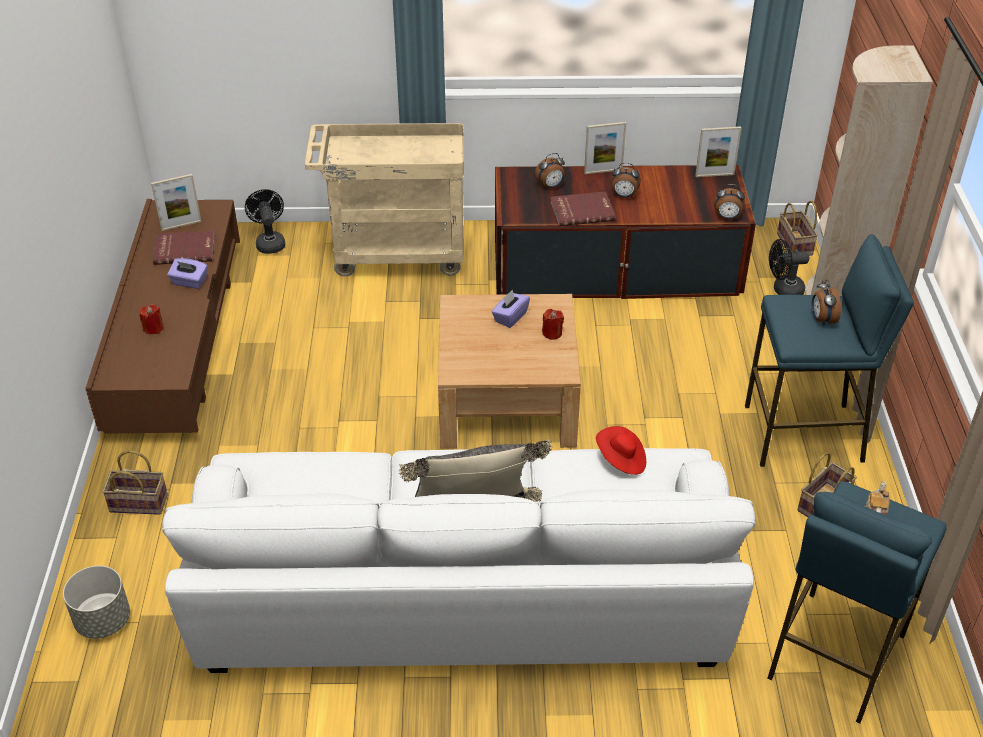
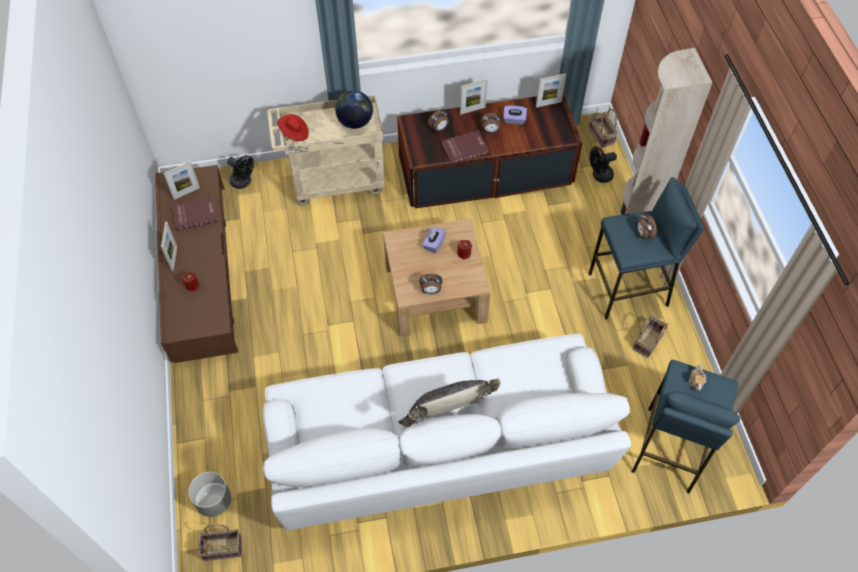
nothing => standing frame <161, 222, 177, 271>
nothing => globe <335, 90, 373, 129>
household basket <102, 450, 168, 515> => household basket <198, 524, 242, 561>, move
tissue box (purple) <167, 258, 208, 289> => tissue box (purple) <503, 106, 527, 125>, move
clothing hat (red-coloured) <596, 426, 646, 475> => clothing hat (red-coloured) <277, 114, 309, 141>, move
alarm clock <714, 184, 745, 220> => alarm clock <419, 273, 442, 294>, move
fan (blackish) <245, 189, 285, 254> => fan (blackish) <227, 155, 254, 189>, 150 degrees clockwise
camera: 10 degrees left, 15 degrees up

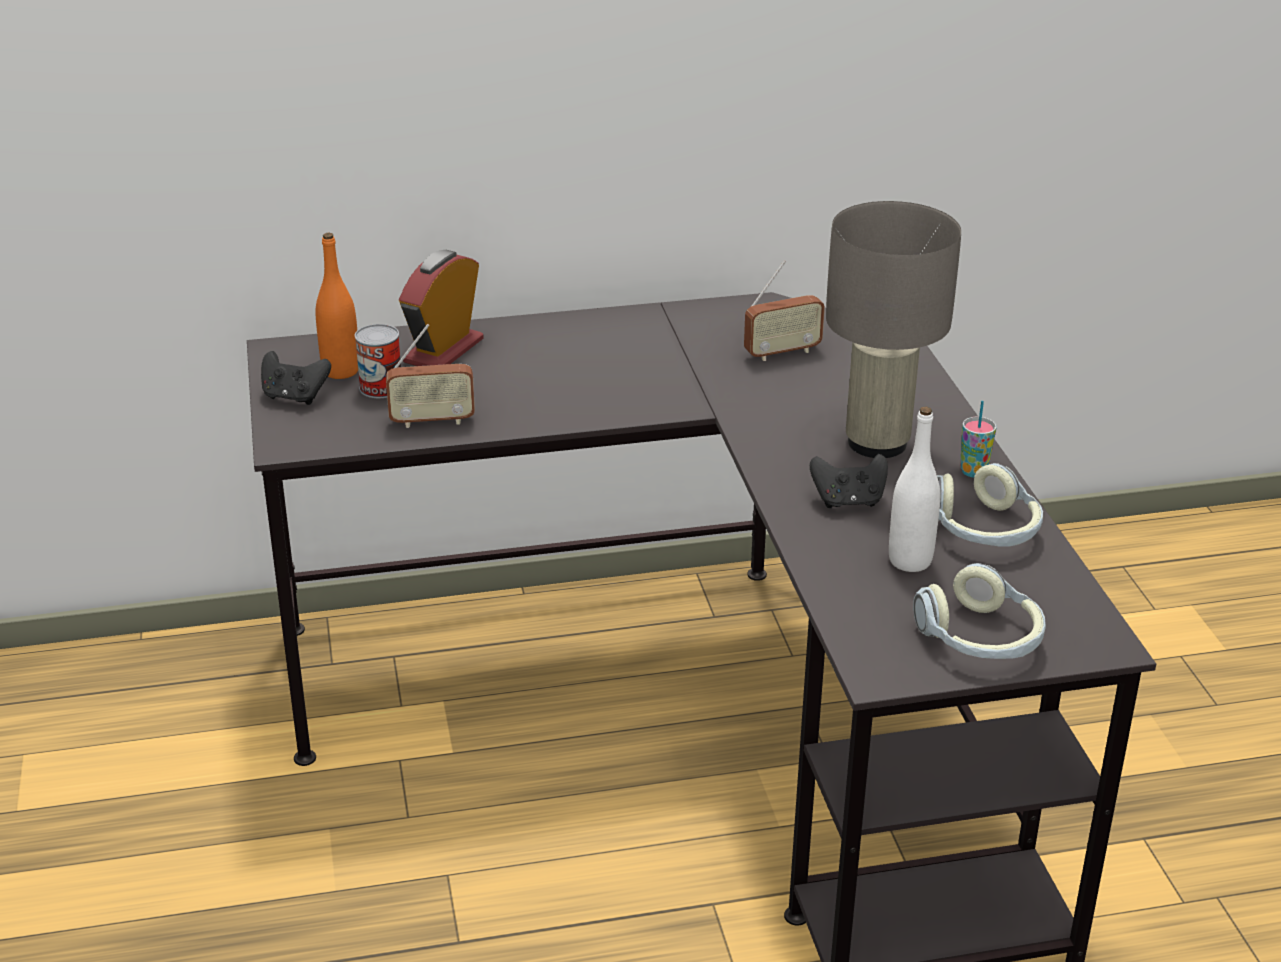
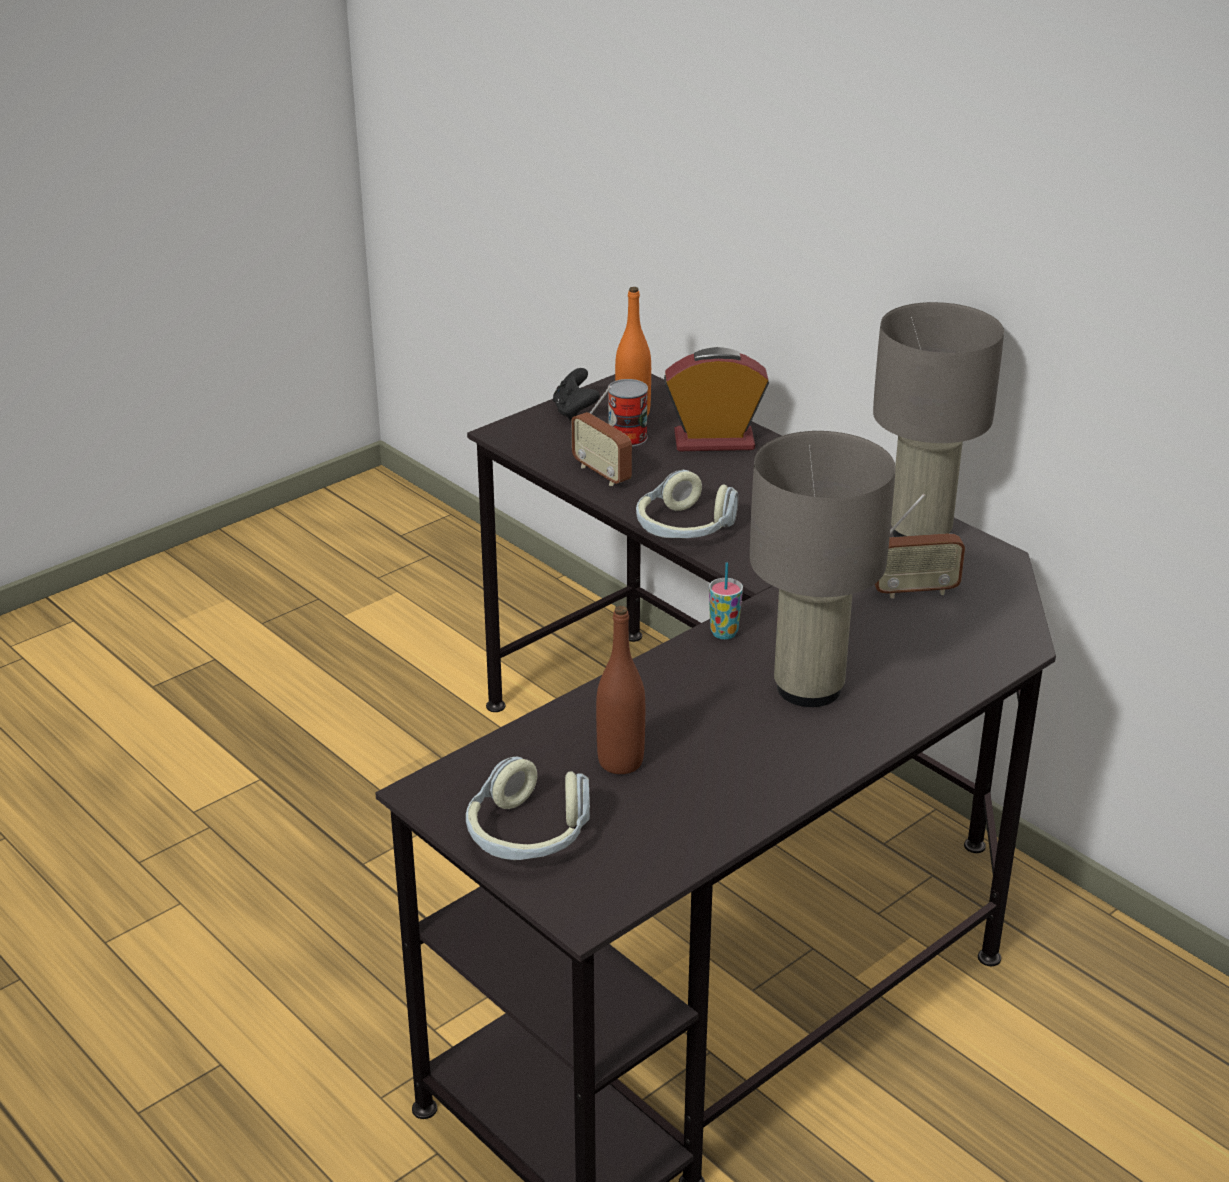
game controller (blackish) <810, 454, 888, 508> => nothing
nothing => table lamp (greyish) <873, 302, 1004, 537>
pair of headphones <937, 463, 1043, 547> => pair of headphones <636, 470, 738, 538>, move
small cup <960, 401, 997, 478> => small cup <709, 562, 743, 639>, move
bottle (white) <889, 407, 940, 572> => bottle (brown) <596, 606, 645, 774>
radio set <744, 261, 825, 361> => radio set <875, 494, 965, 599>, 45 degrees counterclockwise
camera: 60 degrees right, 0 degrees up

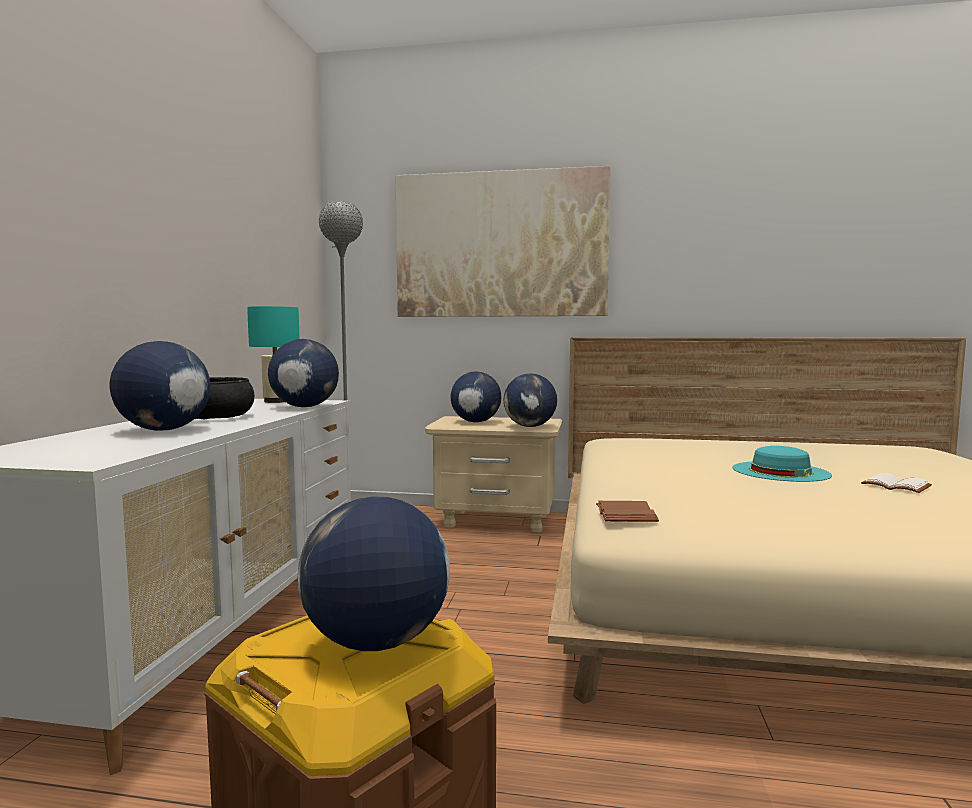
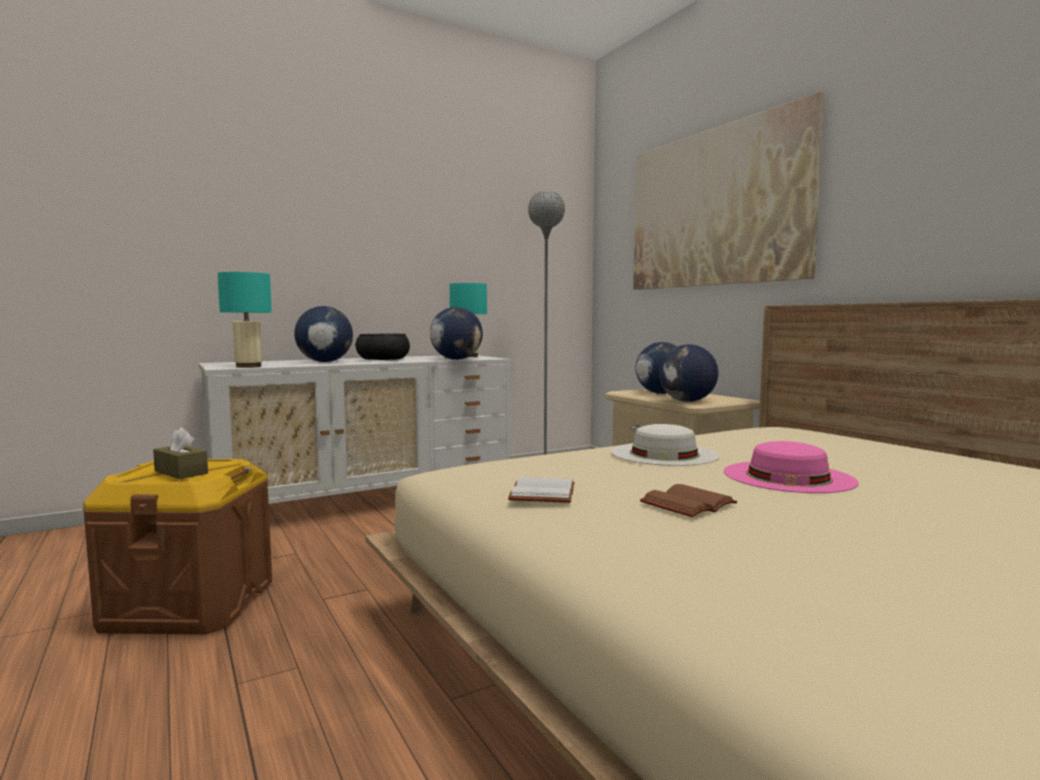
nothing => table lamp (blue-green) <218, 272, 271, 368>
nothing => clothing hat (white) <611, 424, 720, 466>
volume (brown) <596, 501, 659, 522> => volume (brown) <640, 484, 737, 517>, move
volume (white) <861, 473, 932, 493> => volume (white) <508, 477, 575, 503>, move
globe <298, 496, 450, 651> => tissue box (brown) <153, 427, 208, 479>
clothing hat (blue-green) <732, 446, 832, 482> => clothing hat (pink) <724, 441, 859, 493>
camera: 50 degrees right, 0 degrees up

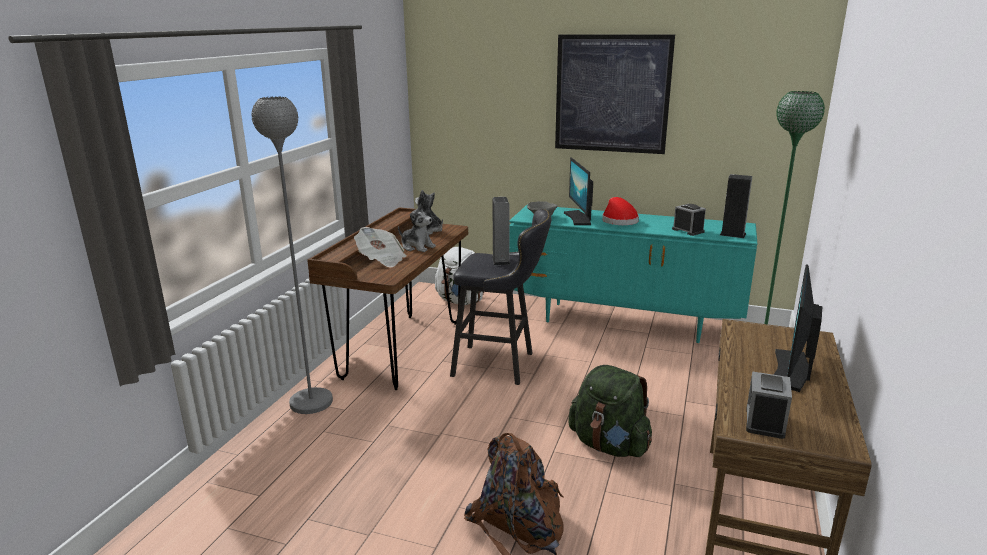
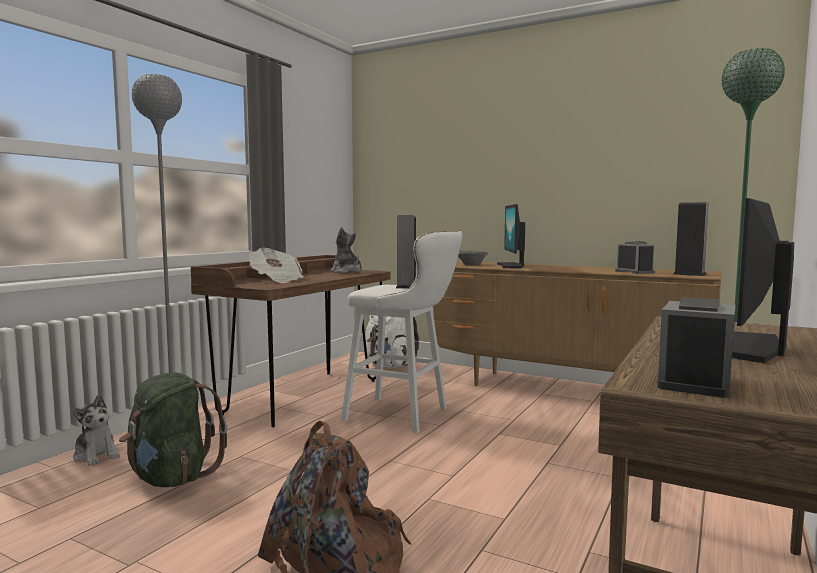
wall picture <555, 35, 675, 154> => nothing
clothing hat (red-coloured) <602, 197, 639, 225> => nothing
soft toy <398, 203, 436, 252> => soft toy <73, 395, 120, 466>, move
rucksack (green-coloured) <568, 365, 652, 457> => rucksack (green-coloured) <119, 373, 228, 487>, move
stool seat (blackish) <450, 209, 551, 385> => stool seat (white) <341, 230, 462, 433>
chest of drawers (blue-green) <510, 205, 758, 343> => chest of drawers (brown) <434, 262, 721, 386>
camera: 10 degrees right, 15 degrees down

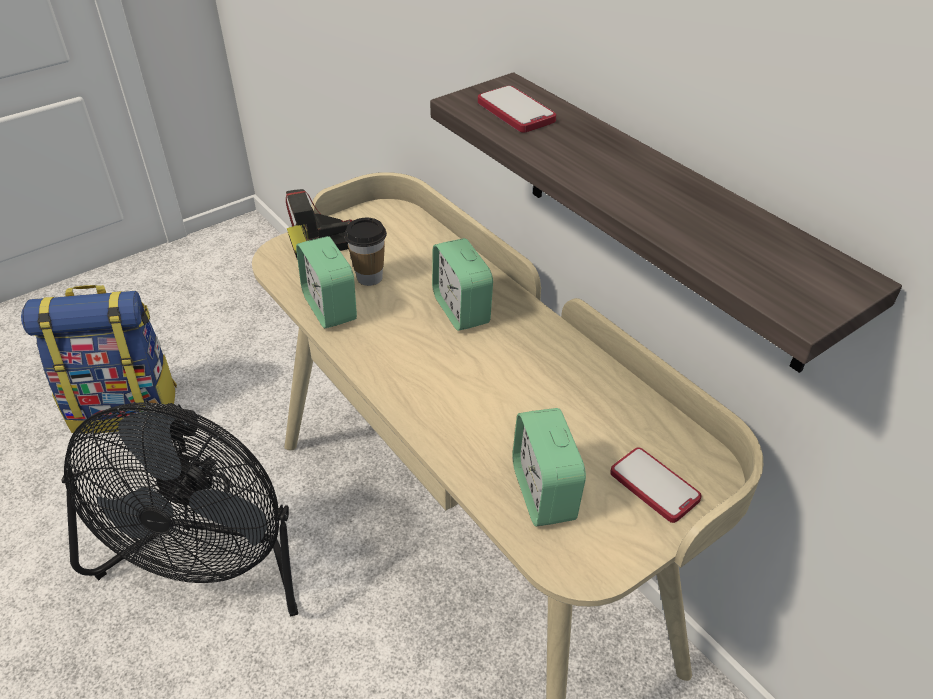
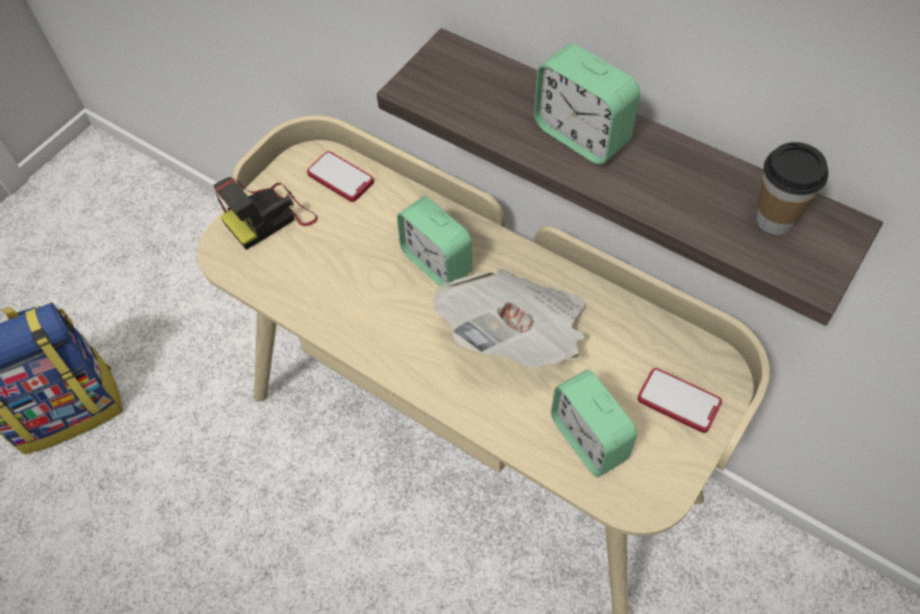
fan (blackish) <62, 399, 298, 617> => nothing
nothing => newspaper <433, 269, 585, 368>
alarm clock <296, 236, 357, 329> => alarm clock <534, 44, 640, 165>, move
small cup <344, 218, 387, 286> => small cup <756, 142, 829, 235>, move
phone <478, 86, 556, 133> => phone <307, 151, 374, 202>, move
camera: 15 degrees left, 15 degrees up

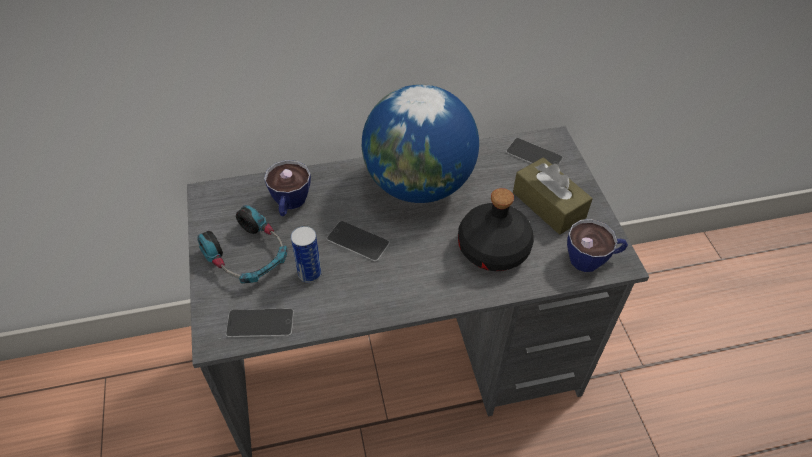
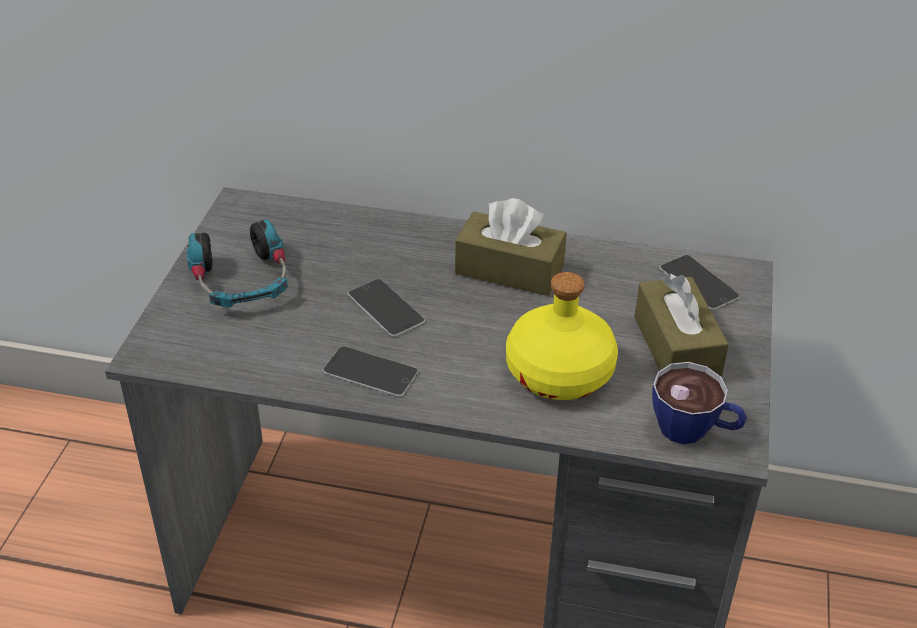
small cup <264, 160, 311, 216> => nothing
metal can <291, 226, 322, 283> => nothing
phone <226, 308, 294, 337> => phone <323, 346, 418, 397>, move
globe <362, 84, 479, 203> => tissue box (brown) <455, 198, 567, 296>
bottle (blackish) <458, 188, 534, 271> => bottle (yellow) <506, 272, 618, 400>
camera: 25 degrees right, 10 degrees down

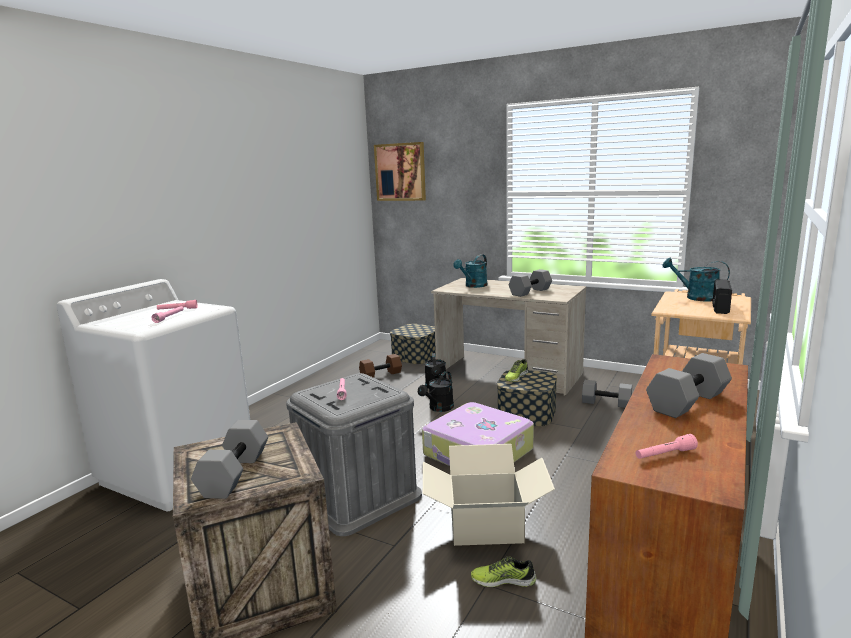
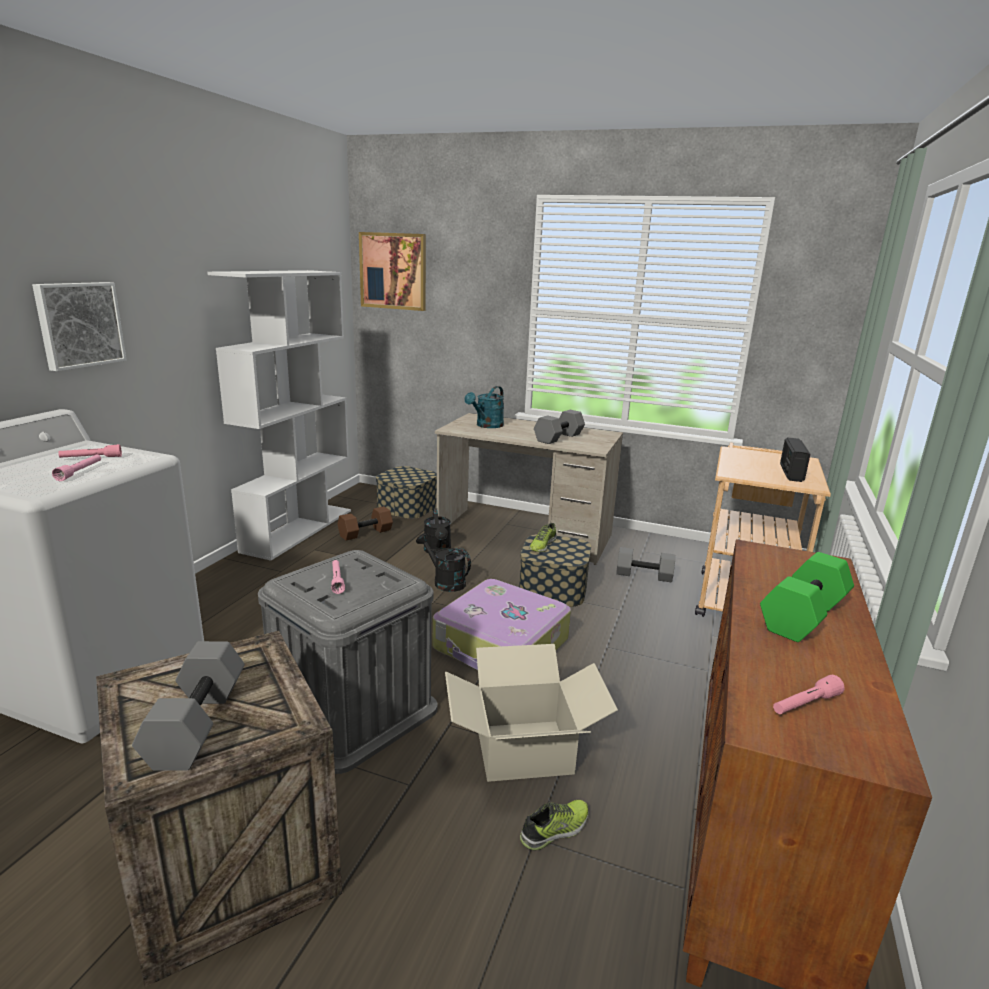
sprinkling can (blue-green) <662, 258, 730, 302> => nothing
nothing => wall picture <32, 282, 127, 371>
nothing => bookshelf (white) <207, 270, 351, 561>
hand weight (greyish) <646, 353, 732, 418> => hand weight (green-coloured) <760, 552, 854, 642>
sprinkling can (blackish) <418, 371, 454, 412> => sprinkling can (blackish) <416, 533, 471, 592>, 105 degrees clockwise
item of footwear <471, 557, 536, 587> => item of footwear <520, 800, 589, 851>, 150 degrees clockwise
camera: 10 degrees left, 5 degrees up

